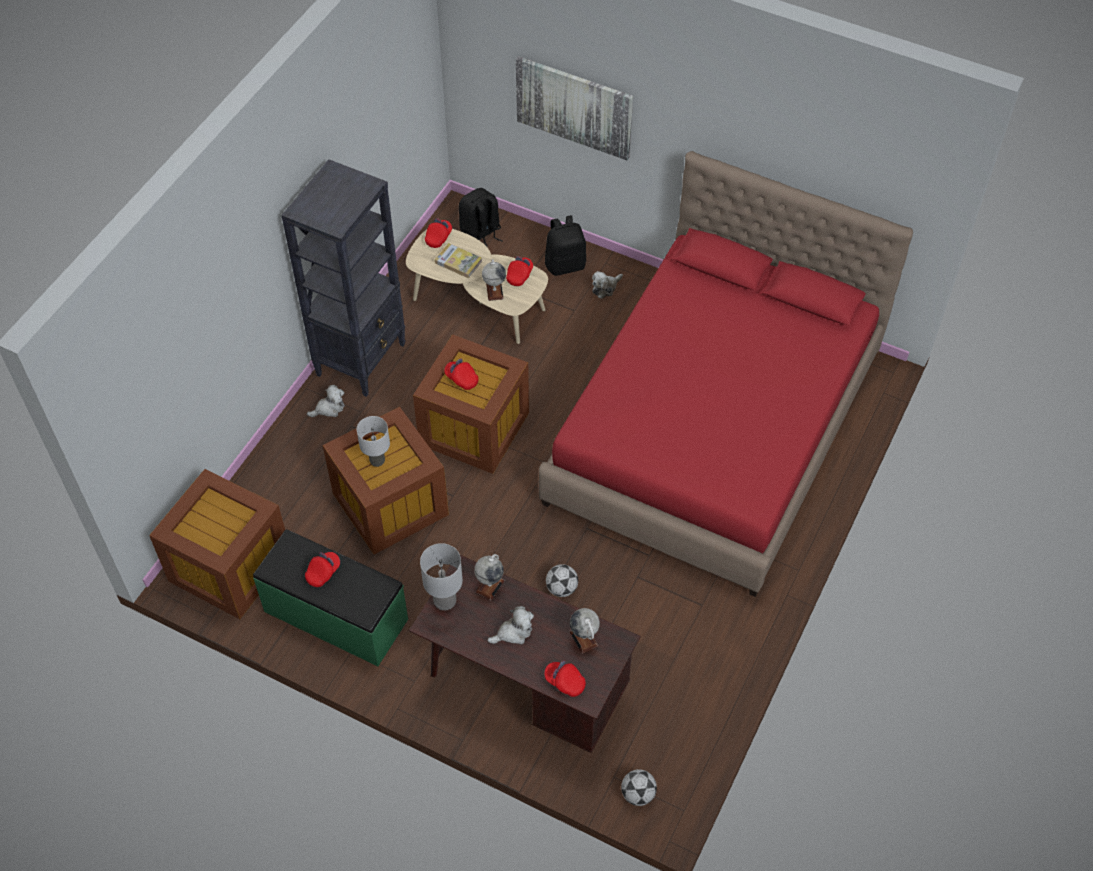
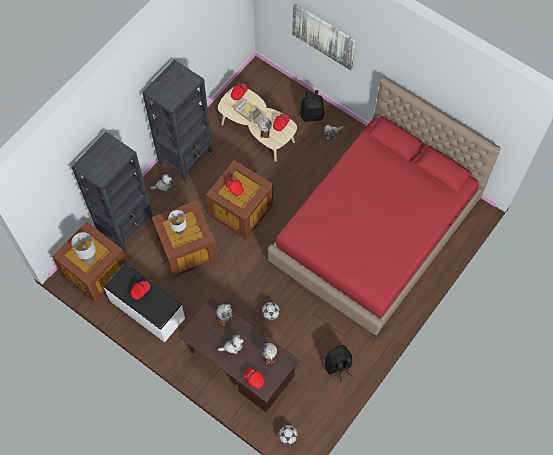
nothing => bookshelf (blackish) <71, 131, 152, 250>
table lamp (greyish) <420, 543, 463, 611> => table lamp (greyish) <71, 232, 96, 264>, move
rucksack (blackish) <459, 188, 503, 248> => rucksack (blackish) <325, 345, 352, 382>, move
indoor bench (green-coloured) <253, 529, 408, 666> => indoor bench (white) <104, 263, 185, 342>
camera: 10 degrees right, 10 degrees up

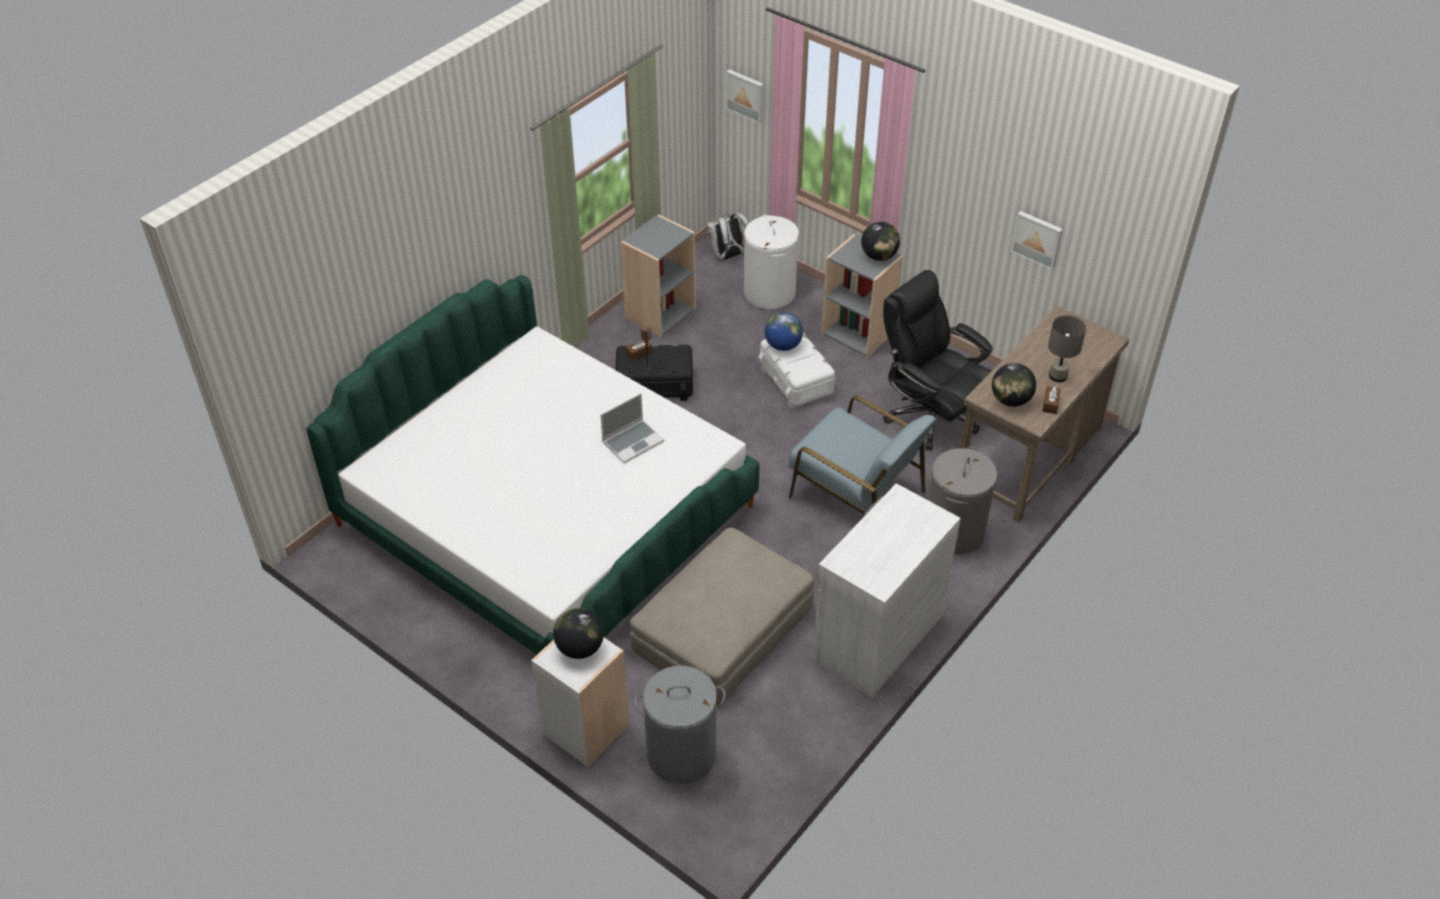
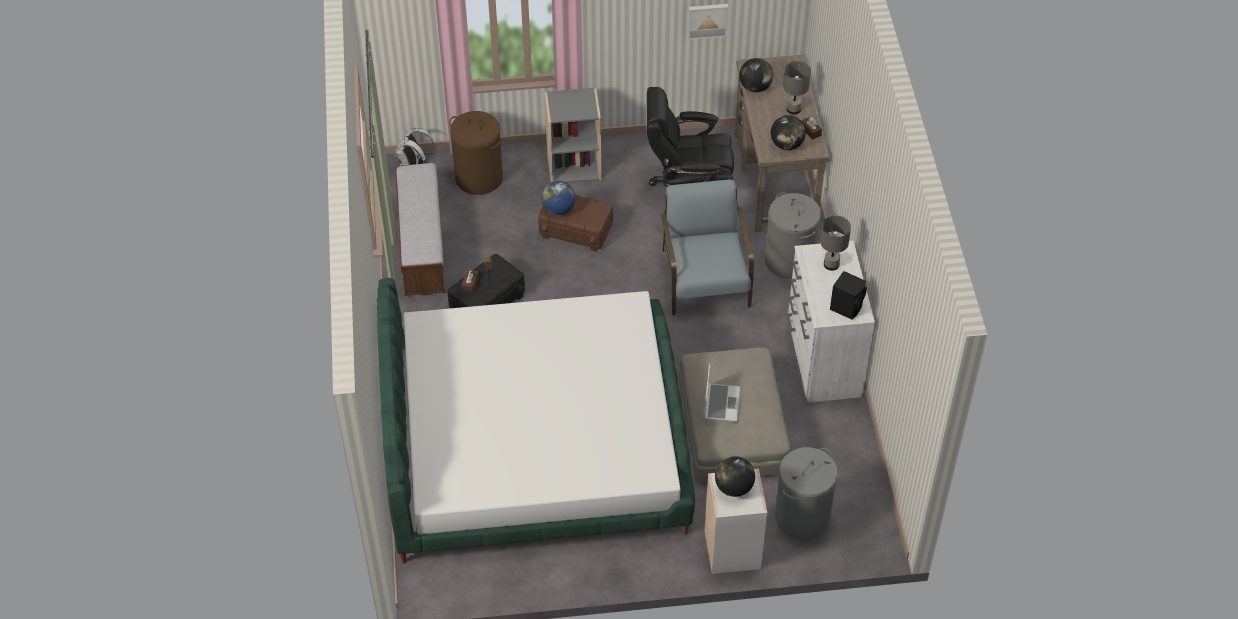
wall picture <726, 69, 764, 124> => nothing
nothing => table lamp (greyish) <820, 216, 851, 271>
nothing => audio speaker (blackish) <830, 271, 867, 320>
notebook computer <600, 393, 664, 463> => notebook computer <704, 364, 740, 422>, move
globe <861, 222, 900, 261> => globe <739, 58, 773, 92>, move
bookshelf (greyish) <620, 214, 696, 337> => indoor bench <395, 163, 445, 296>
laundry basket (white) <744, 215, 799, 309> => laundry basket (brown) <449, 111, 503, 195>
storage container (white) <758, 333, 836, 408> => storage container (brown) <538, 195, 613, 252>
easy chair (bluish) <788, 395, 936, 514> => easy chair (bluish) <661, 180, 754, 315>, 90 degrees counterclockwise
camera: 45 degrees left, 5 degrees up

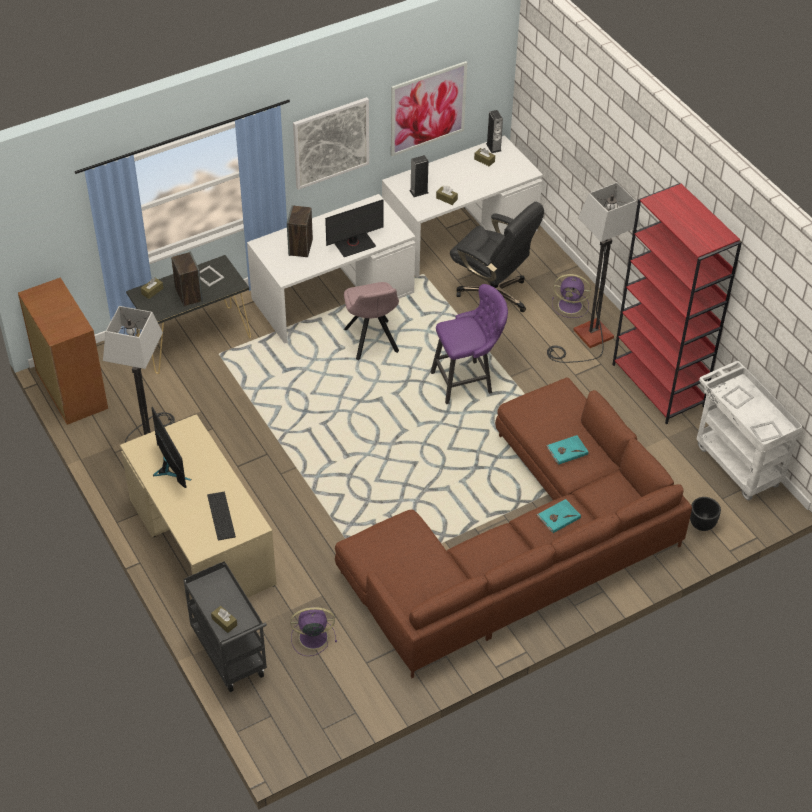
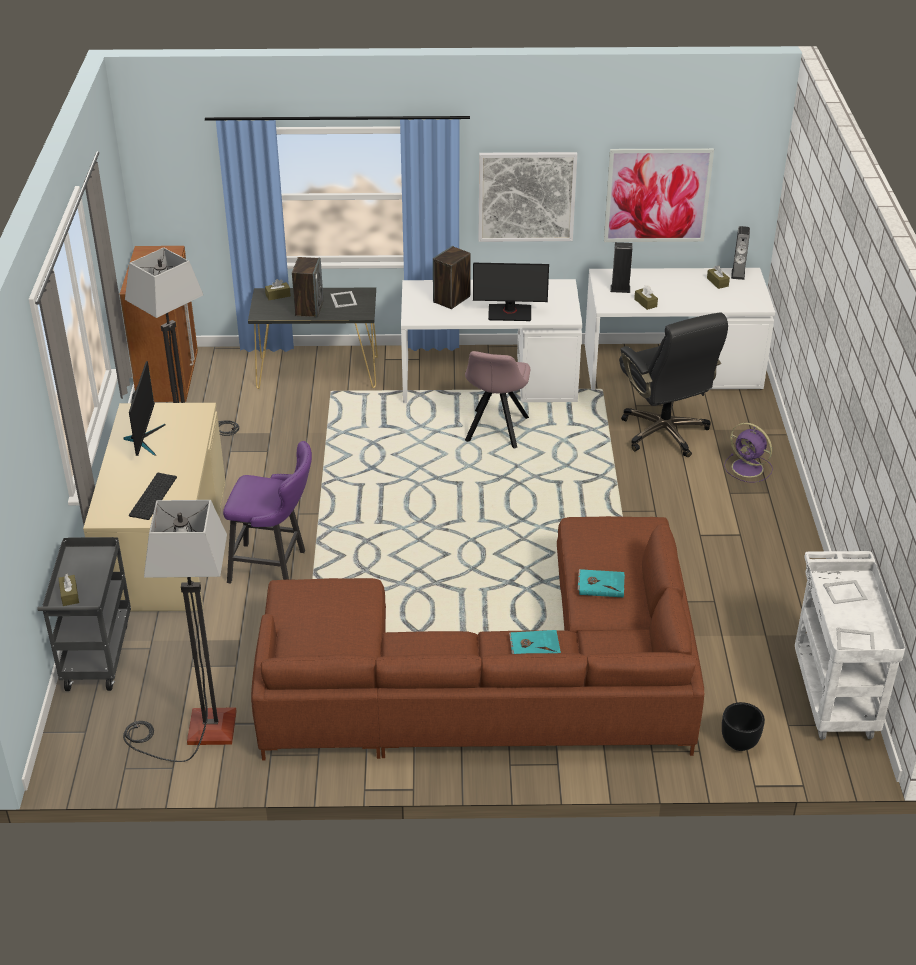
fan (purple) <290, 607, 337, 656> => nothing
bookshelf (red-coloured) <612, 183, 742, 424> => nothing
stool seat (purple) <431, 284, 508, 404> => stool seat (purple) <223, 441, 312, 583>, move
floor lamp <547, 182, 640, 363> => floor lamp <123, 500, 237, 762>, move
camera: 30 degrees right, 10 degrees down

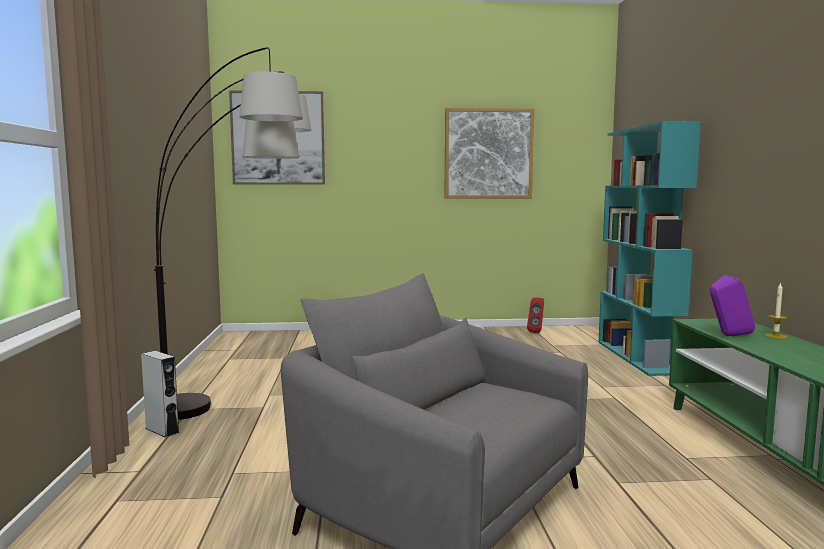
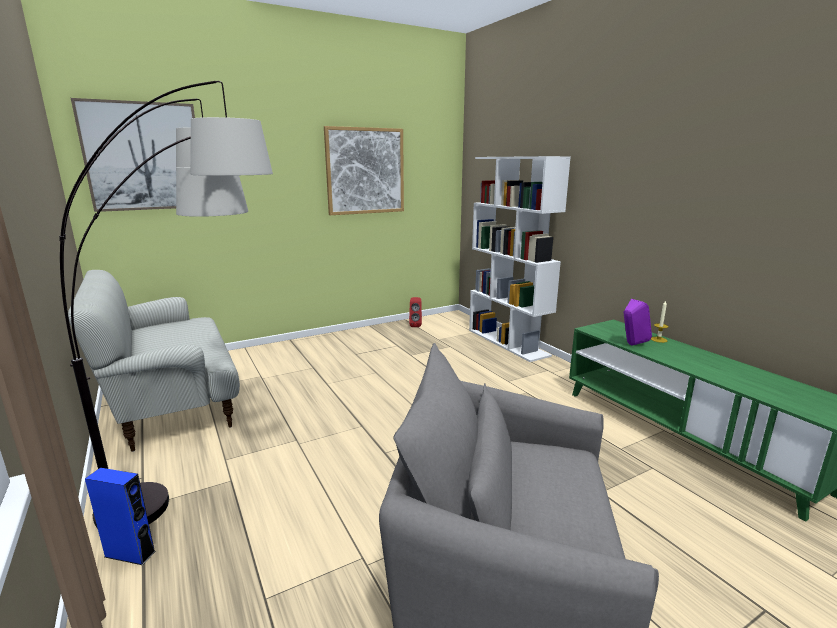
nothing => couch <68, 270, 240, 452>
audio speaker (greyish) <141, 351, 179, 438> => audio speaker (bluish) <85, 468, 156, 565>
bookshelf (blue-green) <598, 121, 701, 376> => bookshelf (white) <469, 156, 571, 362>
camera: 25 degrees left, 10 degrees up

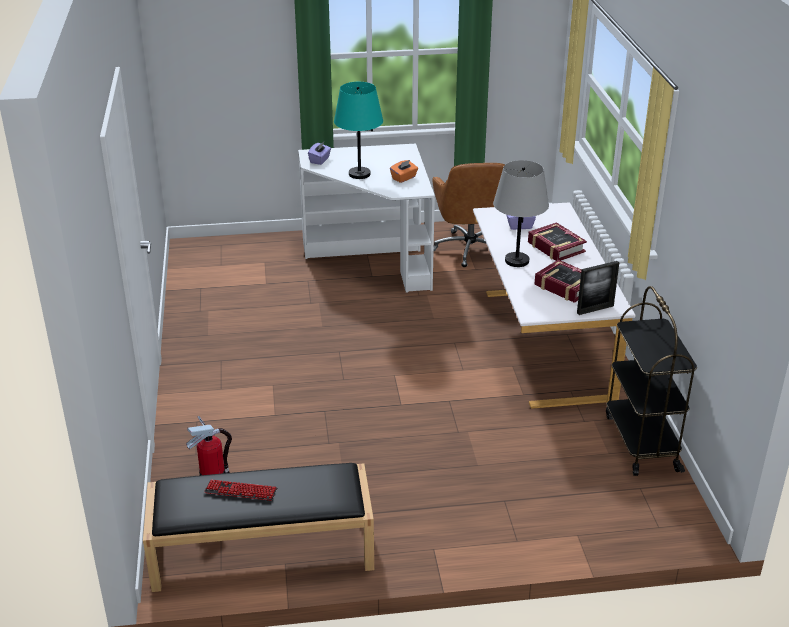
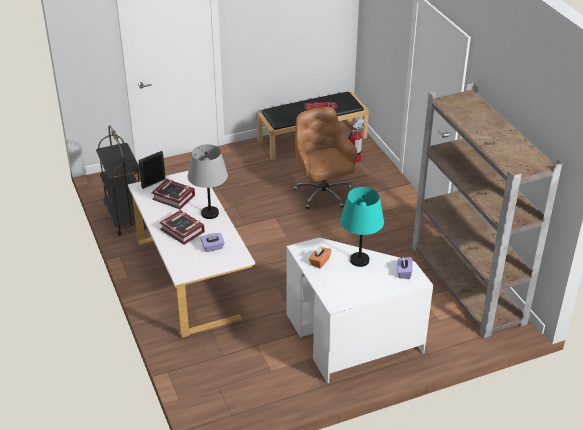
nothing => bookshelf (brown) <412, 83, 563, 338>
computer chair (brown) <432, 163, 505, 267> => computer chair (brown) <294, 107, 357, 209>, move
camera: 165 degrees right, 5 degrees up

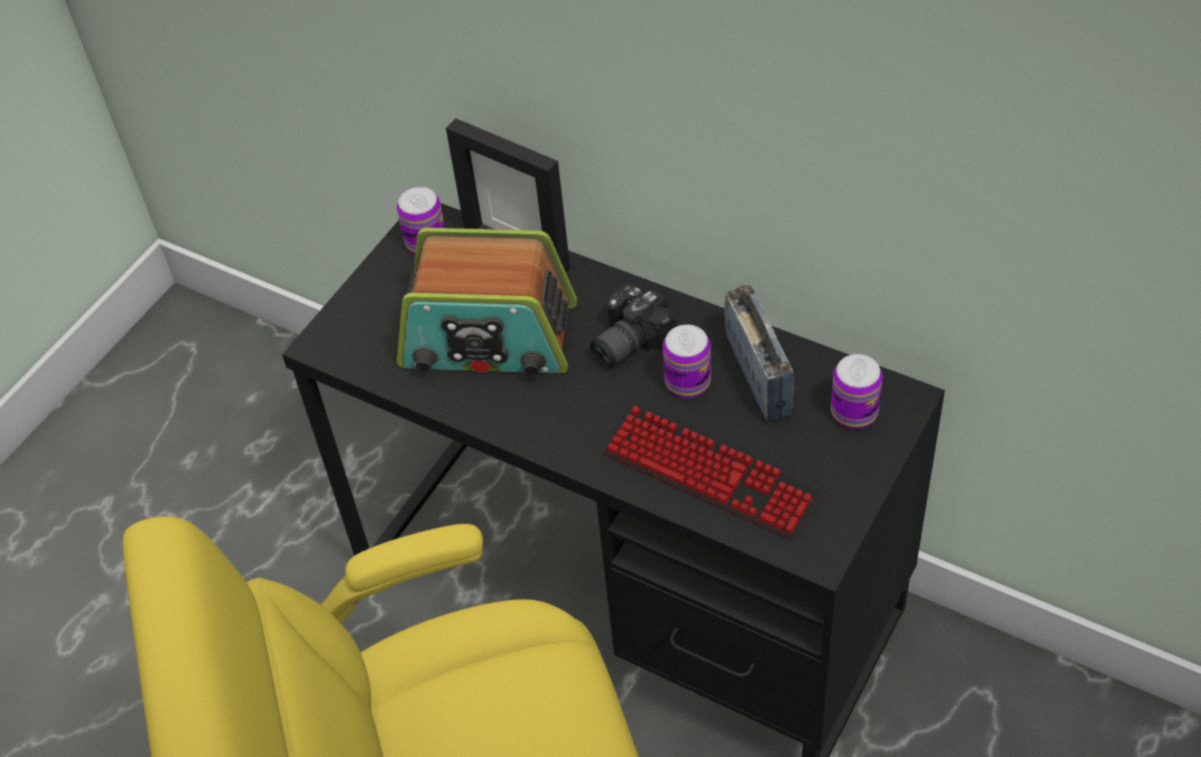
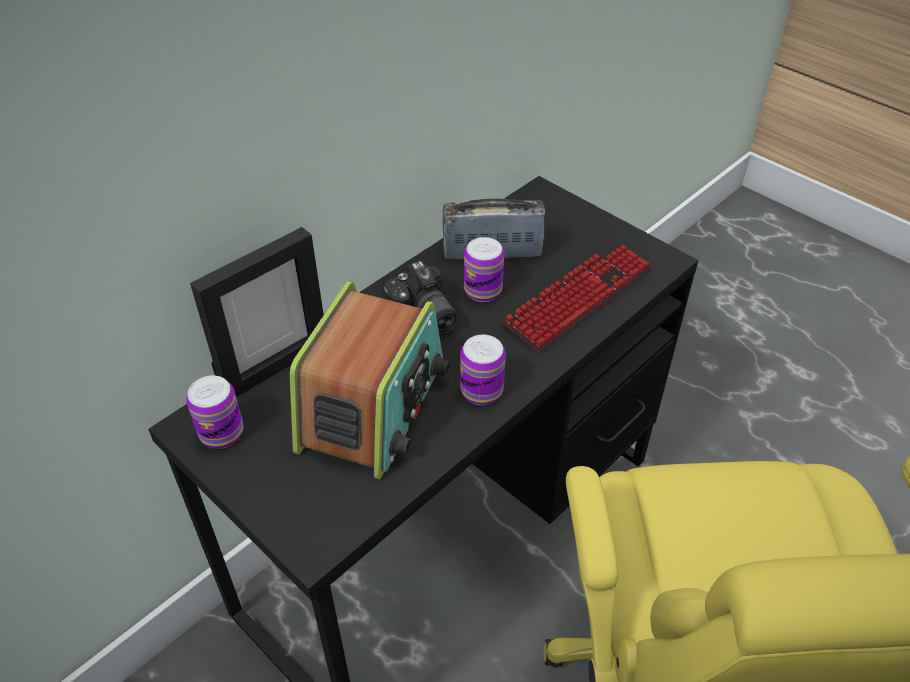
metal can <831, 354, 883, 429> => metal can <460, 334, 506, 405>, move
camera: 80 degrees left, 5 degrees down

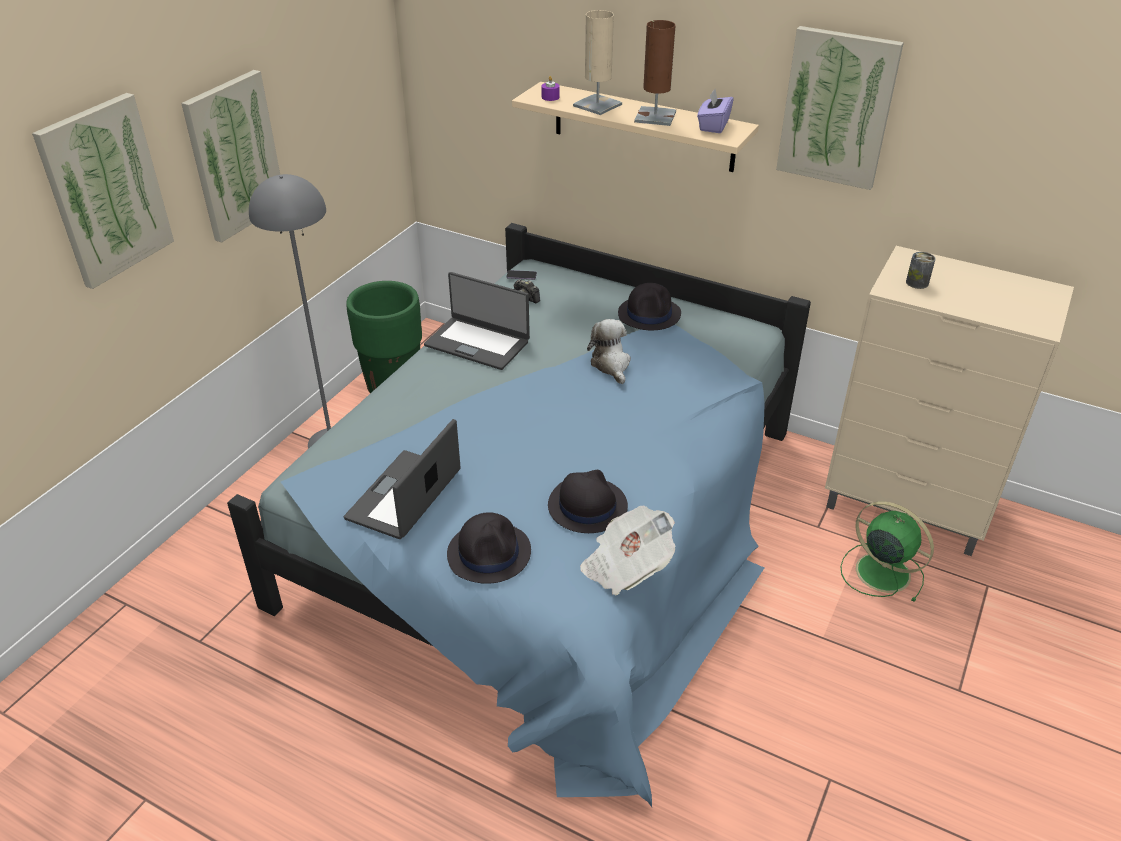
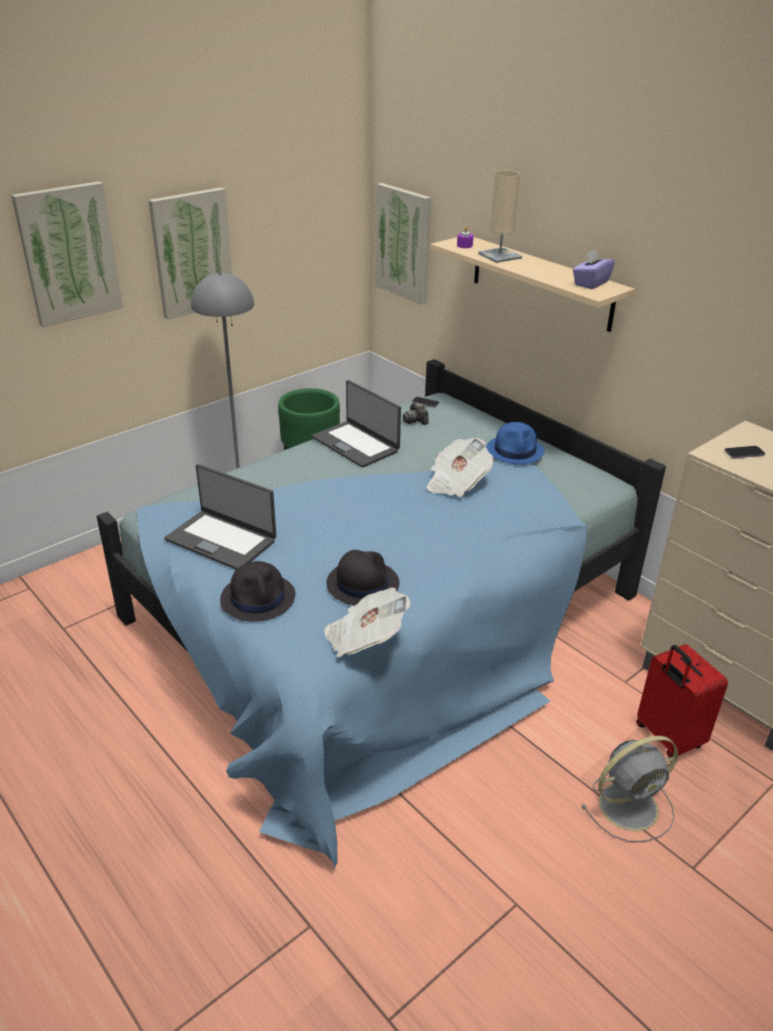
table lamp (brown) <634, 20, 676, 126> => nothing
nothing => fan (greyish) <581, 736, 678, 842>
wall picture <776, 26, 904, 190> => wall picture <376, 183, 431, 305>, move
soft toy <587, 319, 631, 384> => newspaper <427, 438, 493, 497>
fan (green-coloured) <840, 501, 934, 602> => piece of luggage (red-coloured) <636, 644, 728, 758>
metal can <906, 252, 936, 289> => phone <724, 446, 765, 458>
clothing hat (blackish) <618, 283, 681, 330> => clothing hat (bluish) <486, 422, 545, 464>
notebook computer <344, 419, 461, 539> => notebook computer <164, 464, 276, 570>, 105 degrees counterclockwise
camera: 20 degrees right, 5 degrees down

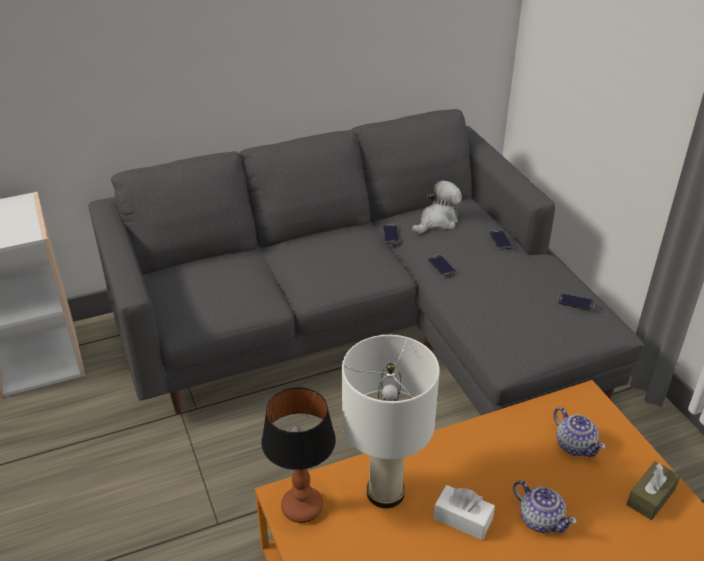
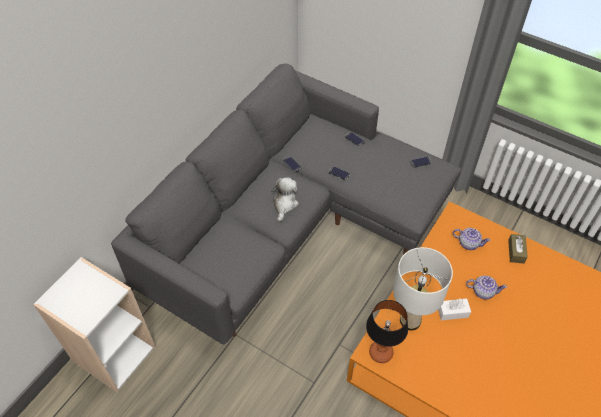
soft toy <412, 180, 462, 234> => soft toy <271, 177, 299, 222>, move
camera: 35 degrees left, 15 degrees up

